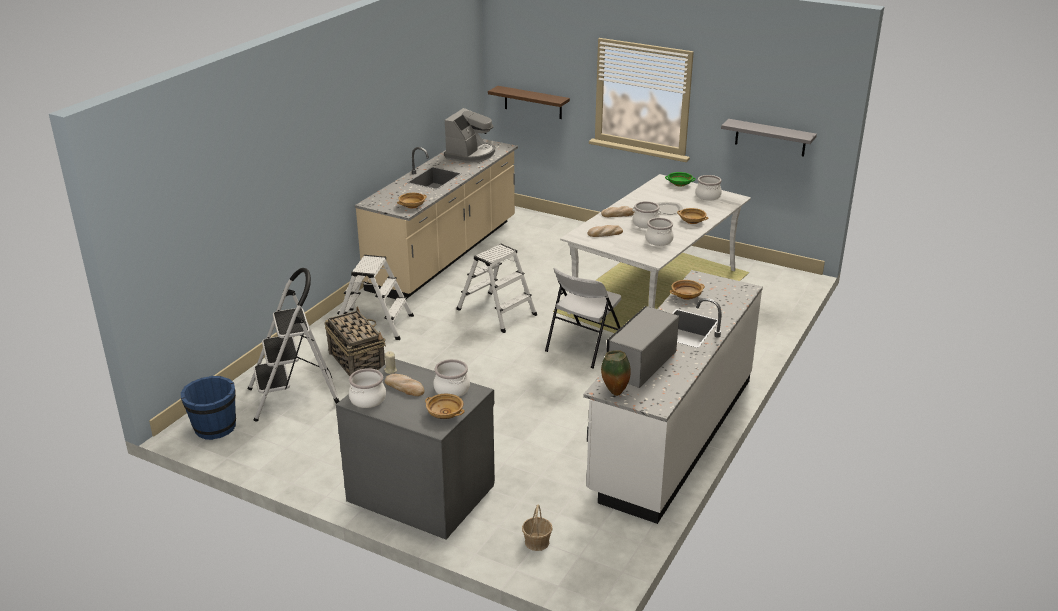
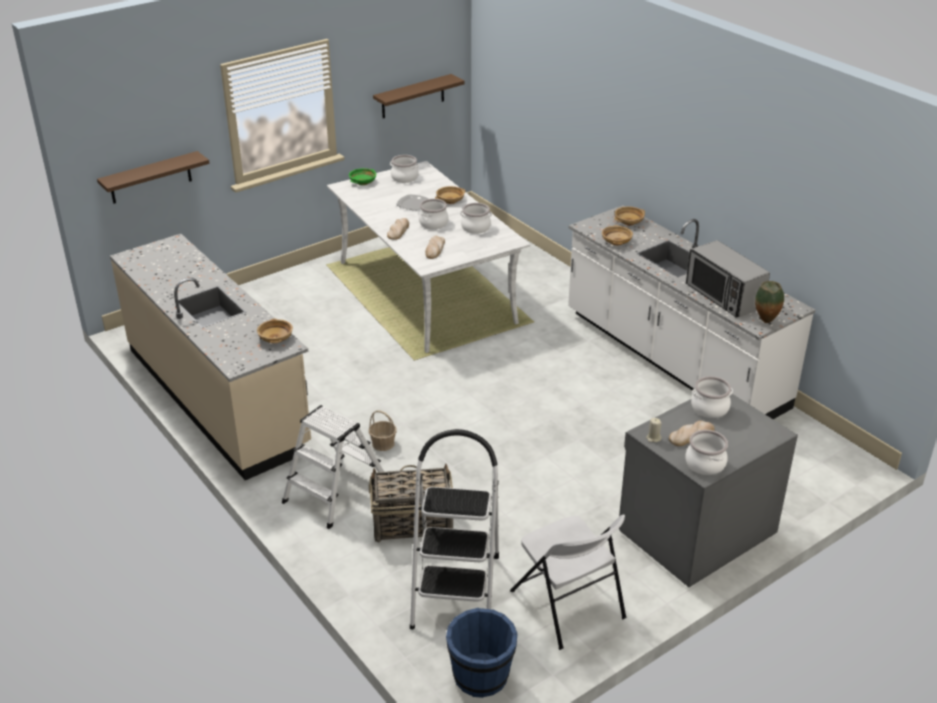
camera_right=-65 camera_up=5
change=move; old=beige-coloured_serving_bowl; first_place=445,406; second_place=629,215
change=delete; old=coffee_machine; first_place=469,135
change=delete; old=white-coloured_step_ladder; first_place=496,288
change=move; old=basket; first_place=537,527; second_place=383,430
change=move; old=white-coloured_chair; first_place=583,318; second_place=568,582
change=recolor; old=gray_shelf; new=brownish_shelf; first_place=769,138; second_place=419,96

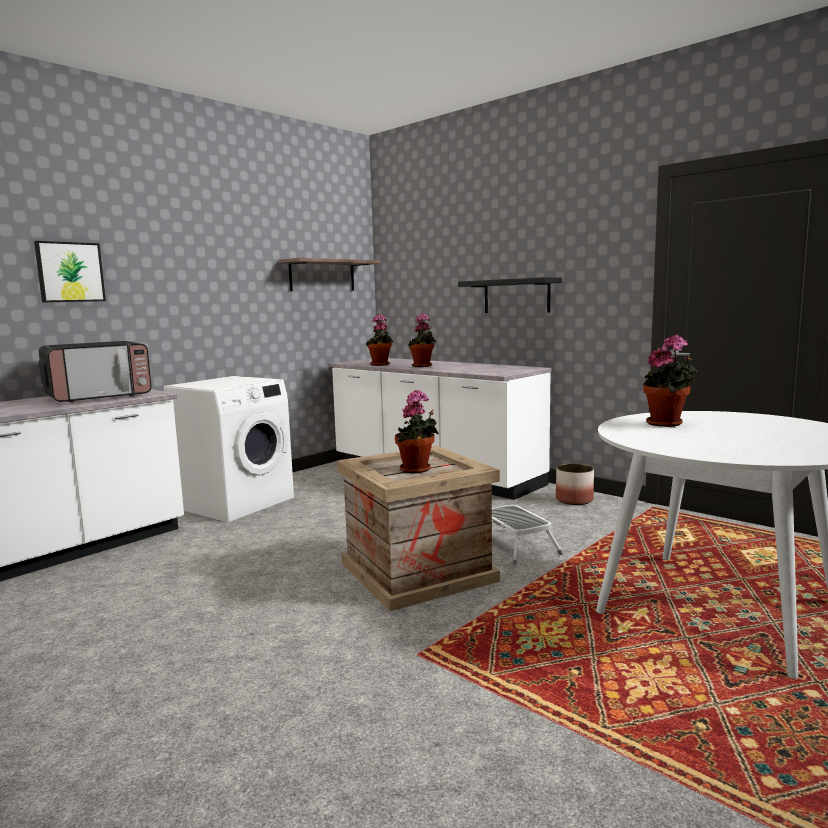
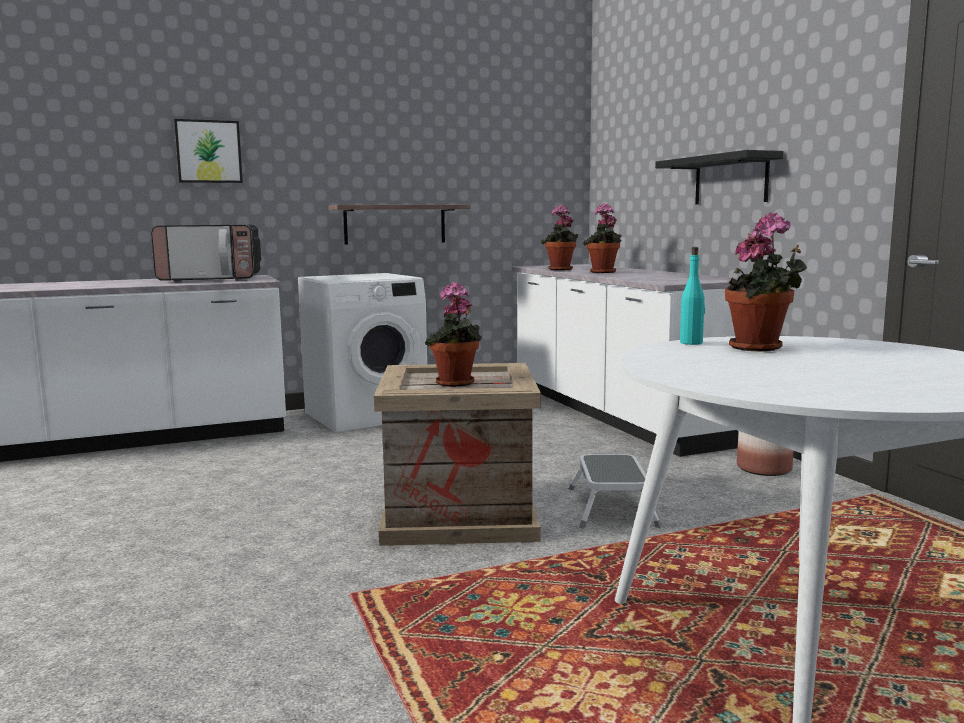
camera_right=25 camera_up=0
change=move; old=shelf; first_place=330,274; second_place=400,224
change=insert; new=turquoise_bottle; second_place=692,296

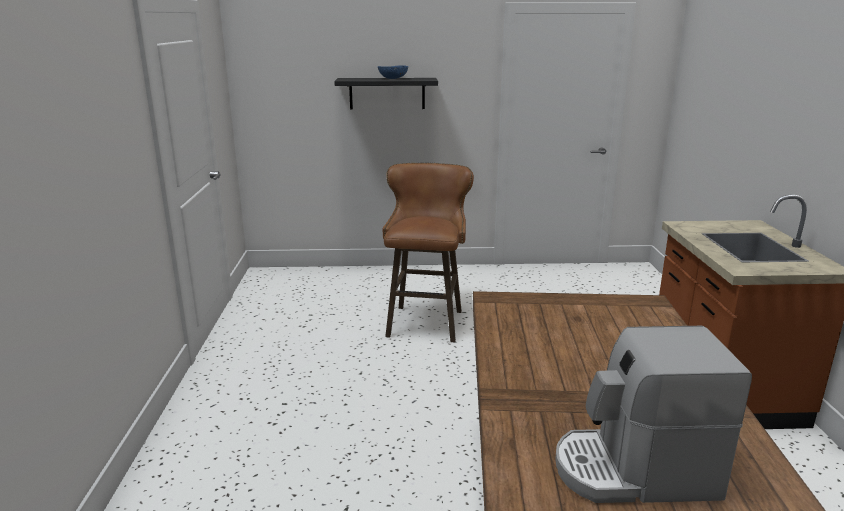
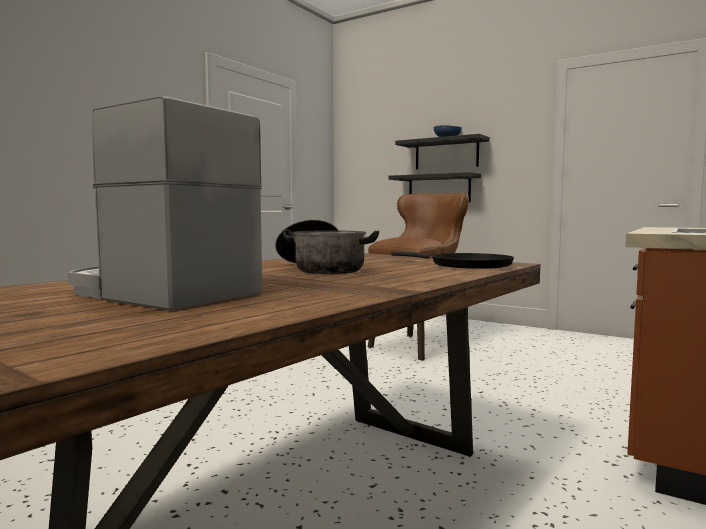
camera_right=35 camera_up=-15
change=insert; new=stockpot; second_place=327,246
change=insert; new=black-coloured_shelf; second_place=435,187
change=insert; new=black-coloured_skillet; second_place=452,260

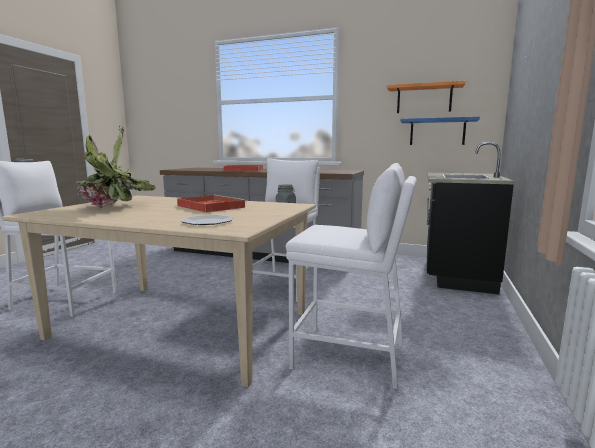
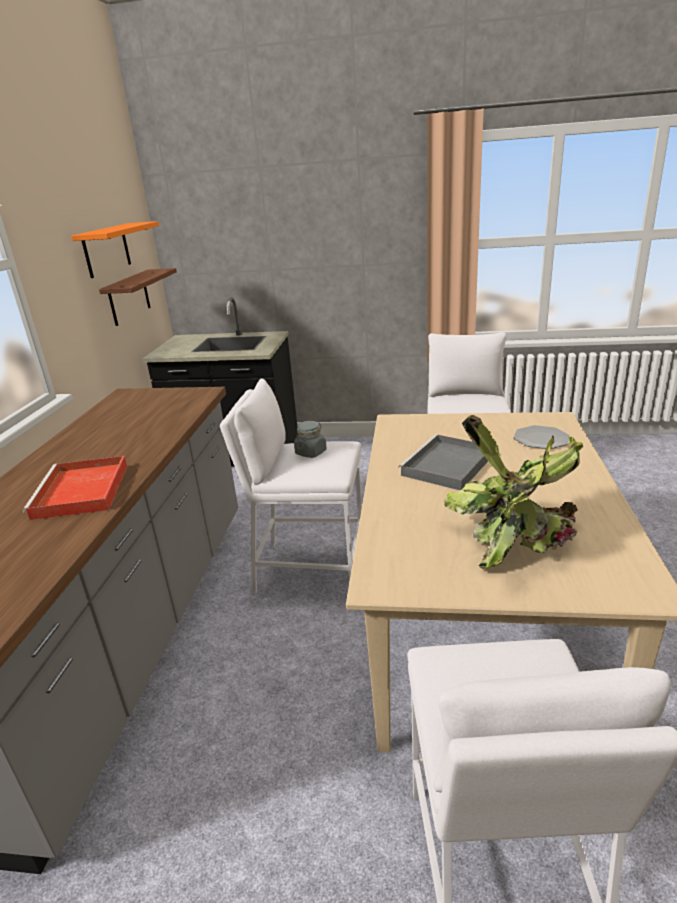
camera_right=-100 camera_up=15
change=recolor; old=reddish_serving_tray; new=gray_serving_tray; first_place=211,204; second_place=443,462
change=recolor; old=bluish_shelf; new=brownish_shelf; first_place=440,131; second_place=138,297

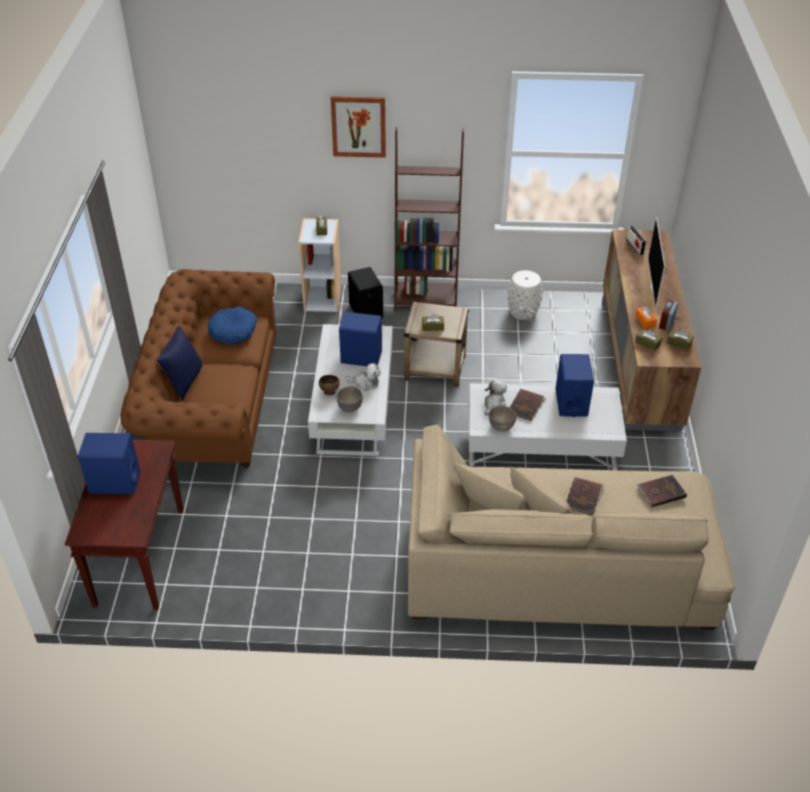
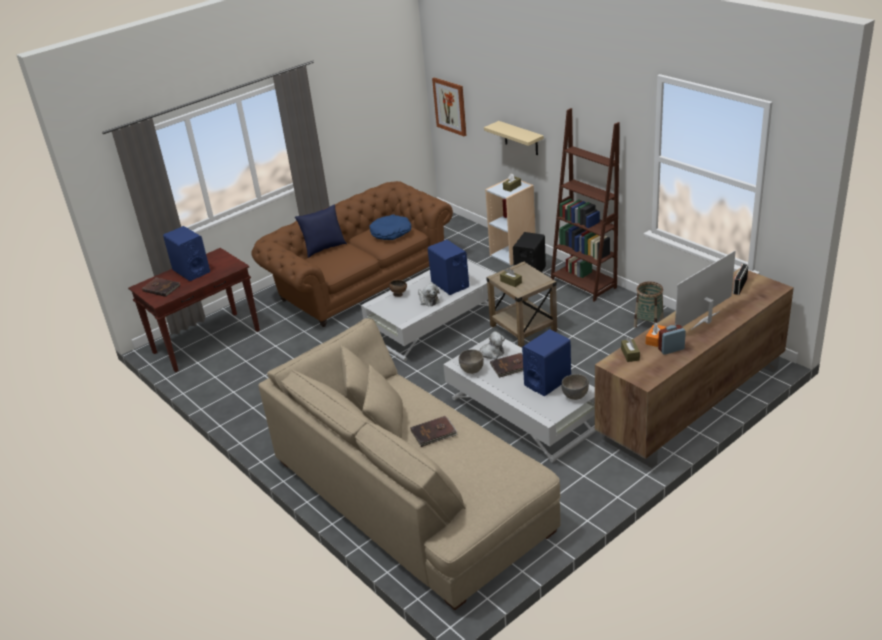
camera_right=50 camera_up=-10
change=move; old=wall_art; first_place=358,127; second_place=449,107
change=move; old=gray_serving_bowl; first_place=350,399; second_place=575,387
change=replace; old=white-coloured_sitting_stool; new=basket; first_place=525,295; second_place=648,305
change=move; old=brownish_volume; first_place=662,491; second_place=161,287
change=delete; old=brownish_tissue_box; first_place=680,339
change=insert; new=beige-coloured_shelf; second_place=514,138

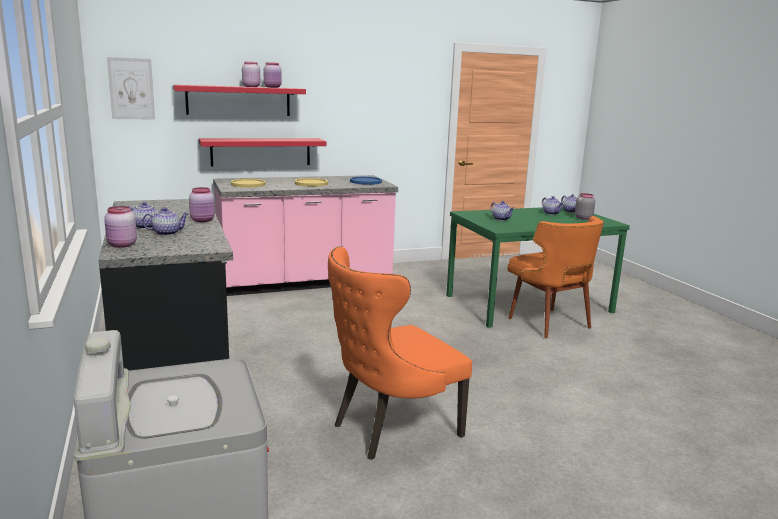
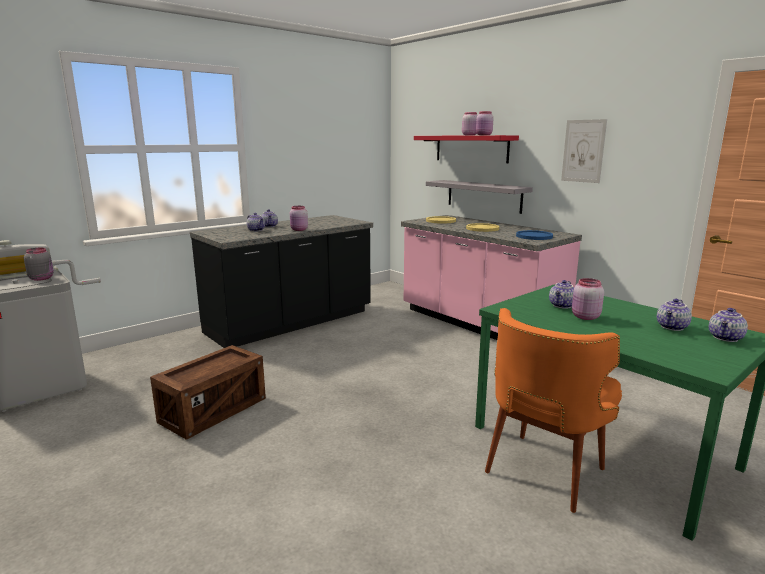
camera_right=70 camera_up=0
change=move; old=pink-coloured_storage_jar; first_place=120,227; second_place=588,299
change=move; old=wall_art; first_place=131,88; second_place=584,151
change=recolor; old=reddish_shelf; new=gray_shelf; first_place=262,152; second_place=479,197
change=replace; old=orange_chair; new=packing_crate; first_place=400,353; second_place=208,392
change=move; old=gray_storage_jar; first_place=585,206; second_place=39,264

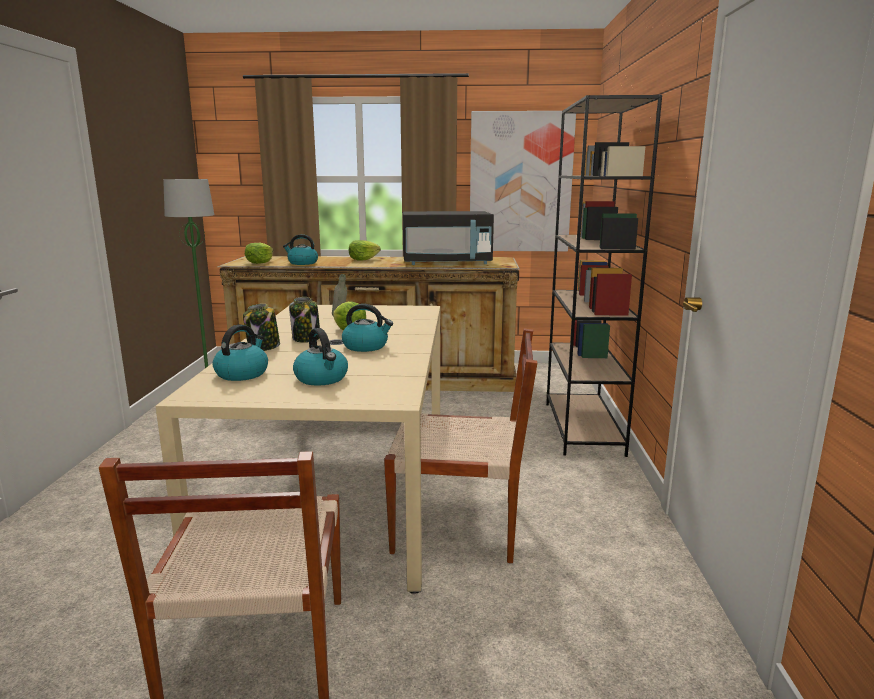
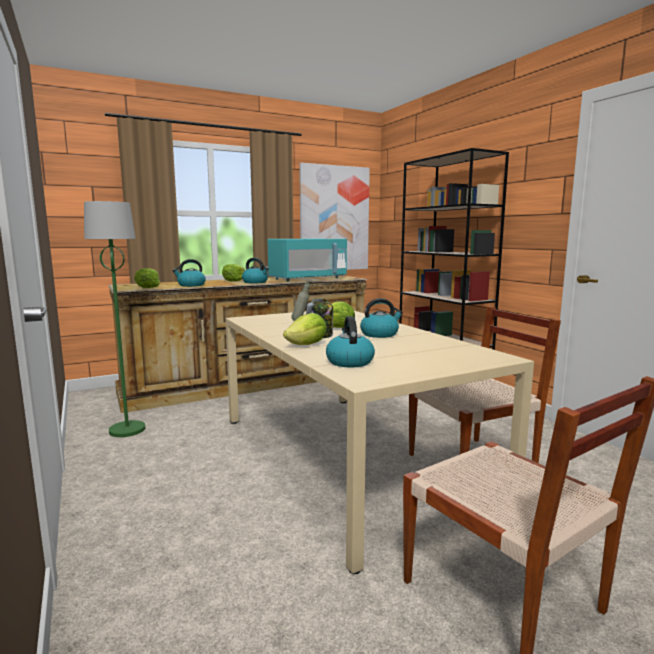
camera_right=-30 camera_up=-5
change=replace; old=storage_jar; new=lettuce_head; first_place=261,327; second_place=305,329
change=move; old=kettle; first_place=320,357; second_place=255,271
change=recolor; old=black-coloured_microwave; new=turquoise_microwave; first_place=448,238; second_place=307,260

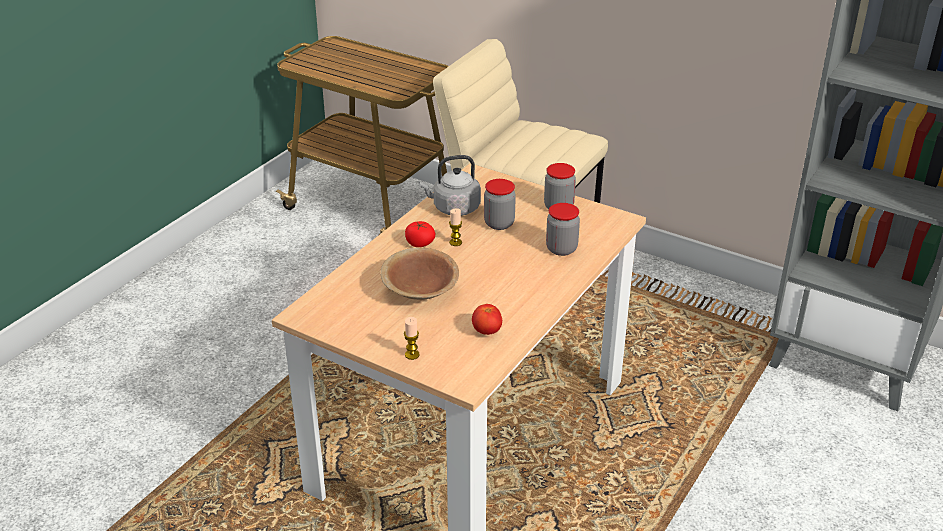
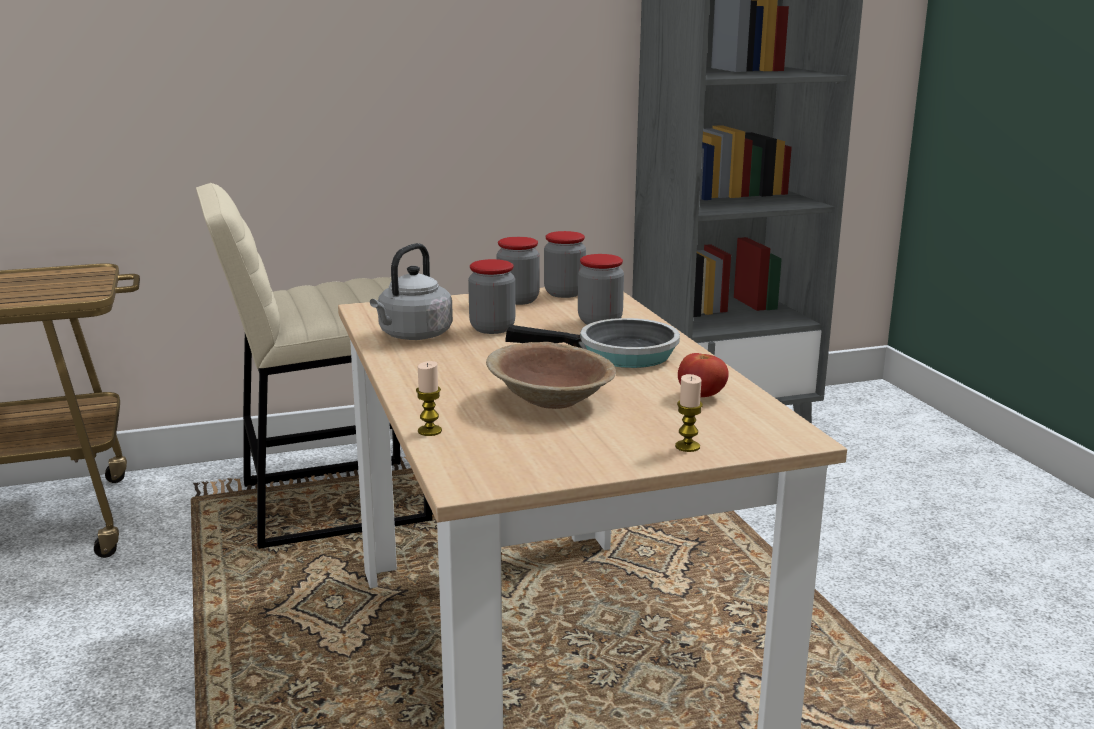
camera_right=-50 camera_up=-15
change=delete; old=whole_tomato; first_place=420,234
change=move; old=candle; first_place=455,227; second_place=429,398
change=insert; new=skillet; second_place=592,343
change=insert; new=storage_jar; second_place=565,264

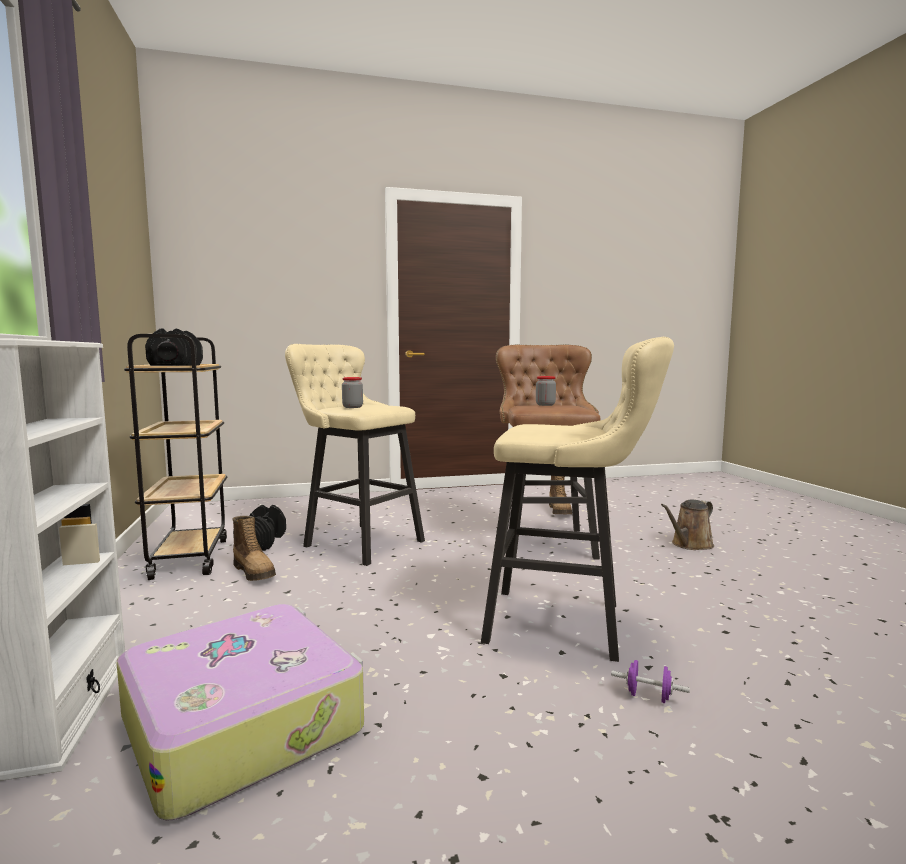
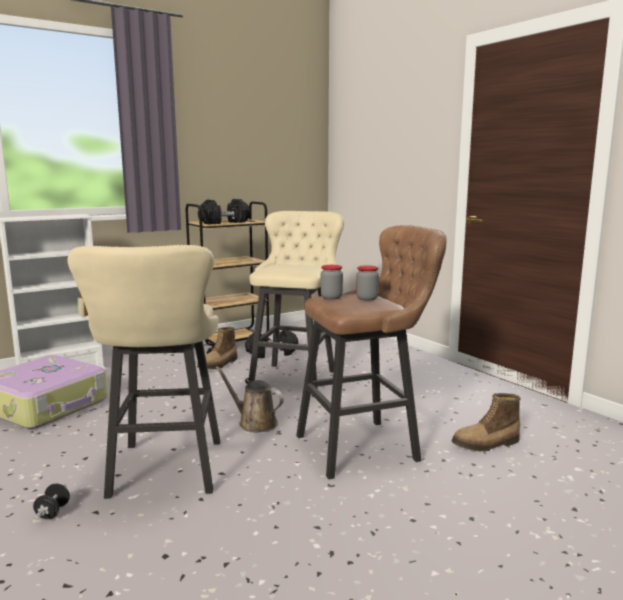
camera_right=70 camera_up=5
change=move; old=storage_jar; first_place=352,392; second_place=332,282
change=recolor; old=purplish_free_weight; new=black-coloured_free_weight; first_place=650,681; second_place=51,501
change=move; old=brownish_watering_can; first_place=687,525; second_place=249,399

